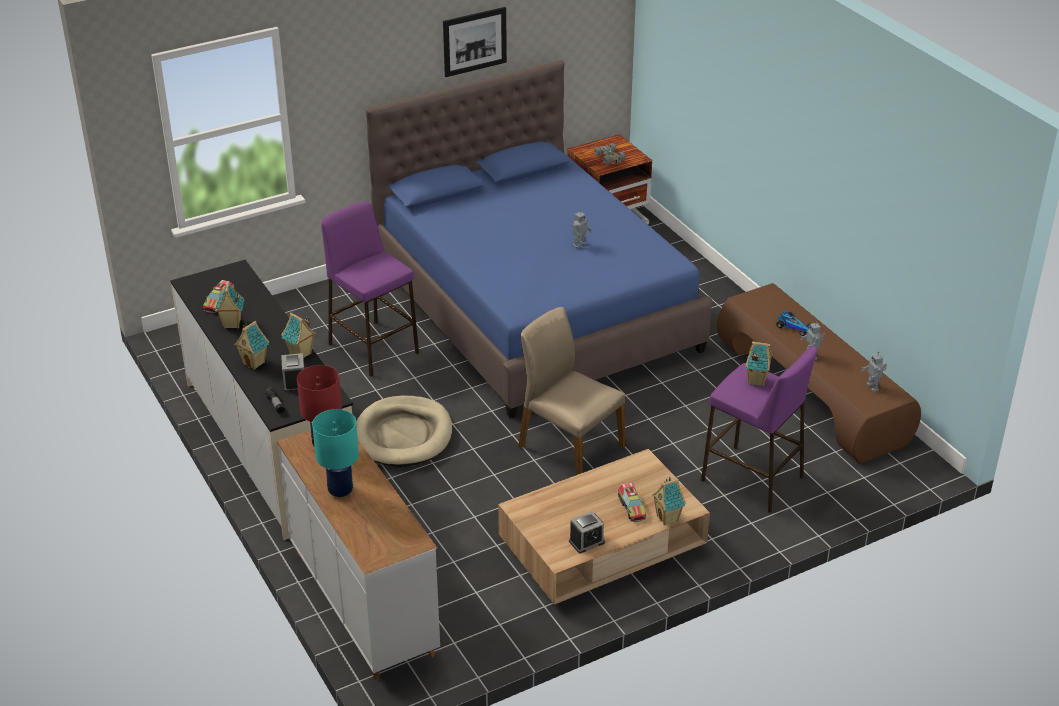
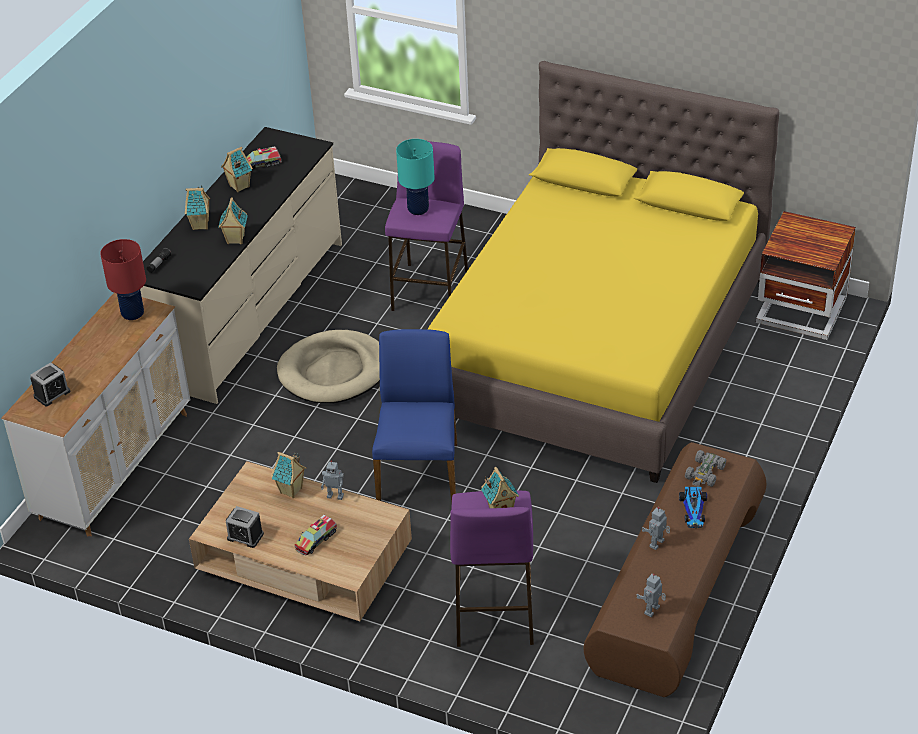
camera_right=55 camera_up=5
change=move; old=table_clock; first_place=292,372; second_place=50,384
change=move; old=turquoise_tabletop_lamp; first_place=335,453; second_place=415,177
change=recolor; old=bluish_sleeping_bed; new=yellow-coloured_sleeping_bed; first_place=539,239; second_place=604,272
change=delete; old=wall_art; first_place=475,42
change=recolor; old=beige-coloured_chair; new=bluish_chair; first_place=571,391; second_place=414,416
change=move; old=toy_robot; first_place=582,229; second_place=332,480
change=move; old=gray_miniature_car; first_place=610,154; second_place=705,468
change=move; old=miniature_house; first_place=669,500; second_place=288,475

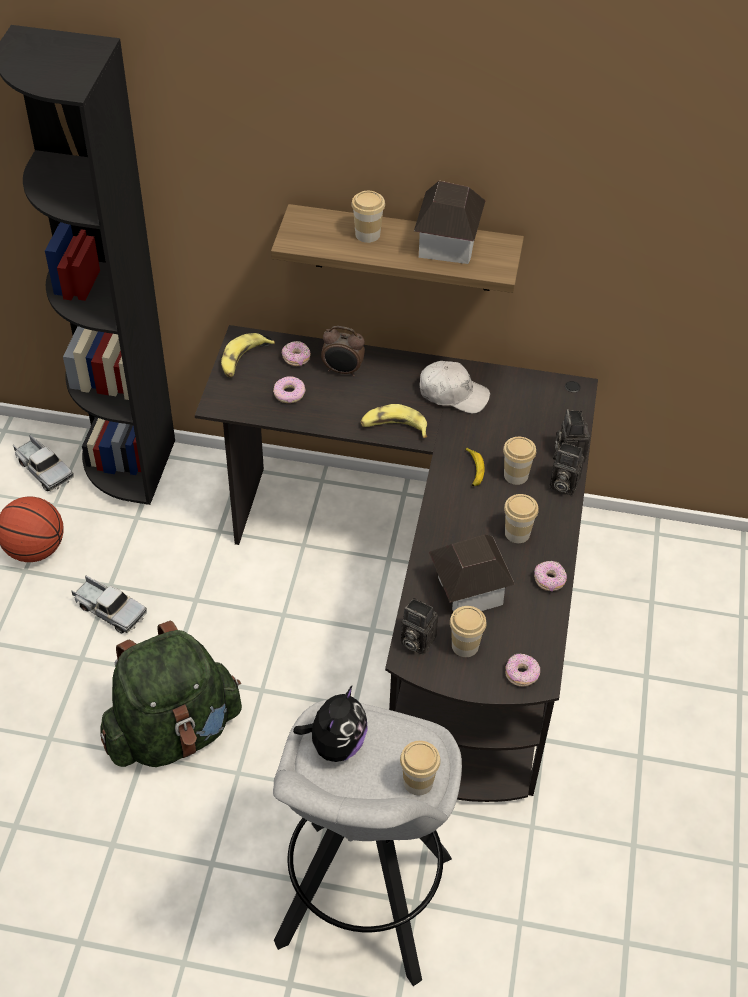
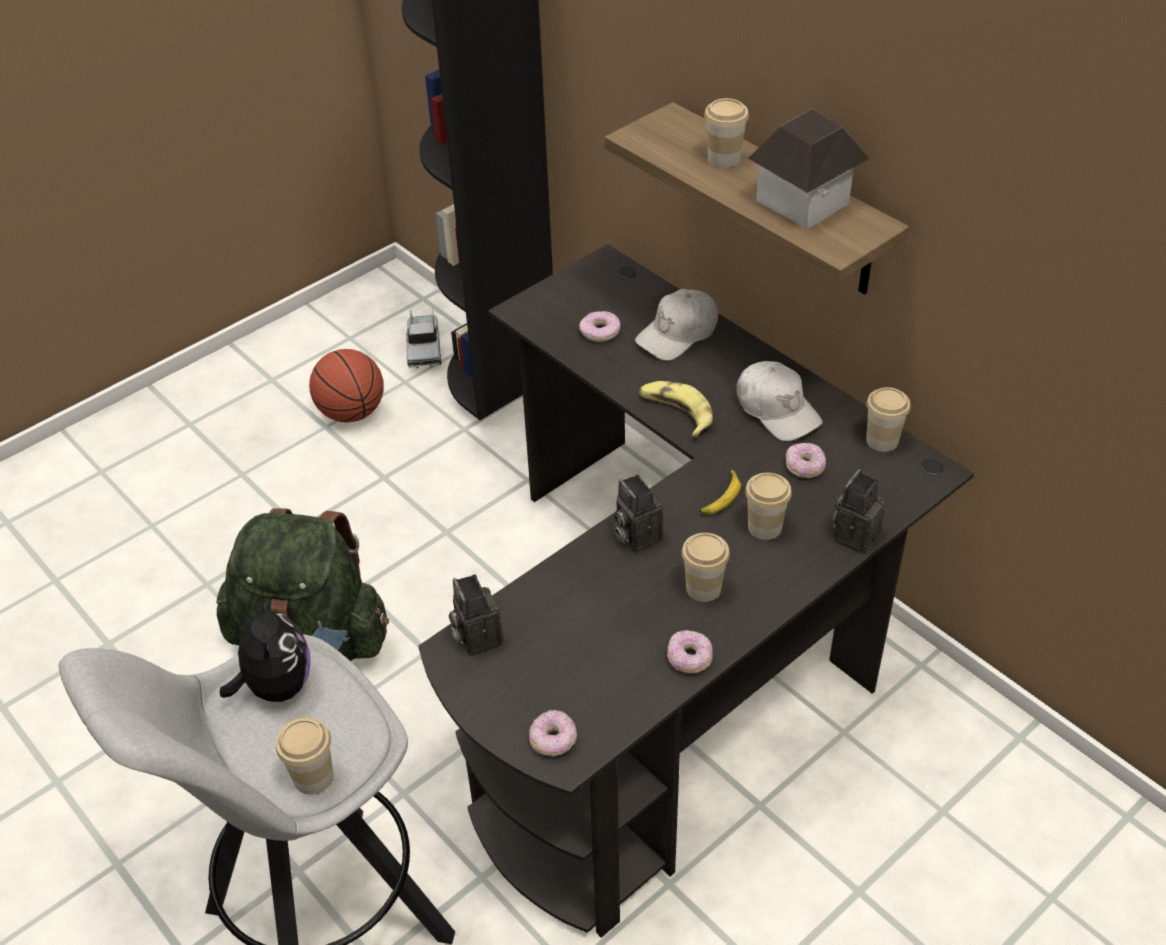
camera_right=40 camera_up=-5
change=delete; old=toy_lorry; first_place=109,604
change=delete; old=banana_fruit; first_place=248,355
change=move; old=donut; first_place=296,353; second_place=806,460
change=rotate; old=plush_toy; first_place=330,723; second_place=265,648; degrees=-75
change=replace; old=table_clock; new=white-coloured_baseball_cap; first_place=343,351; second_place=676,325
change=delete; old=miniature_house; first_place=472,573
change=move; old=cup; first_place=468,631; second_place=888,419
change=move; old=photo_camera; first_place=567,469; second_place=638,514

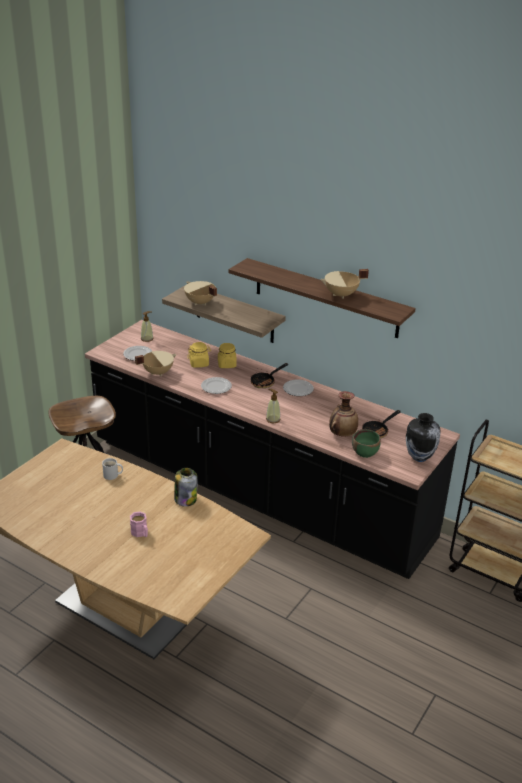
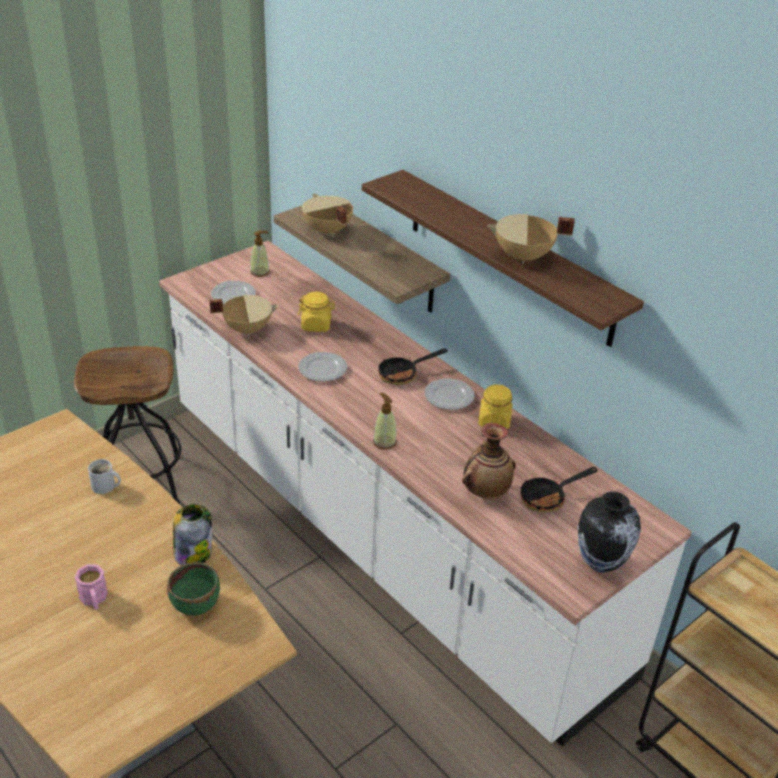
camera_right=15 camera_up=5
change=recolor; old=black-coloured_kitchen_base_unit; new=white-coloured_kitchen_base_unit; first_place=272,449; second_place=425,493
change=move; old=yellow-coloured_storage_jar; first_place=227,355; second_place=495,406
change=move; old=greenish_serving_bowl; first_place=366,443; second_place=193,589

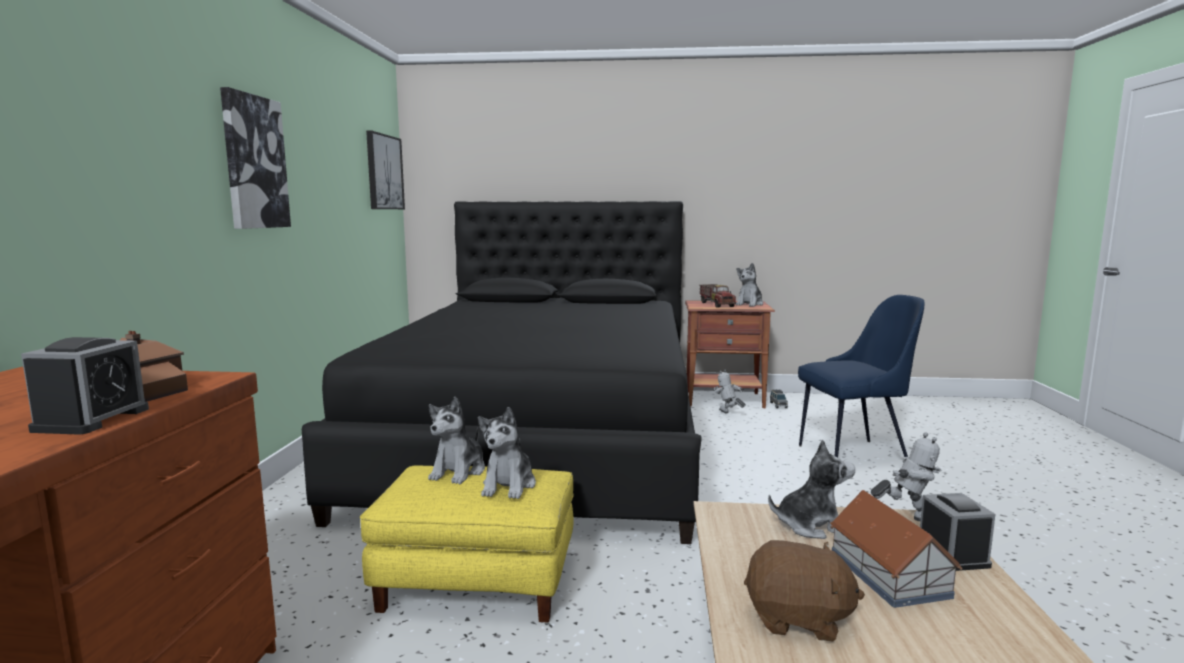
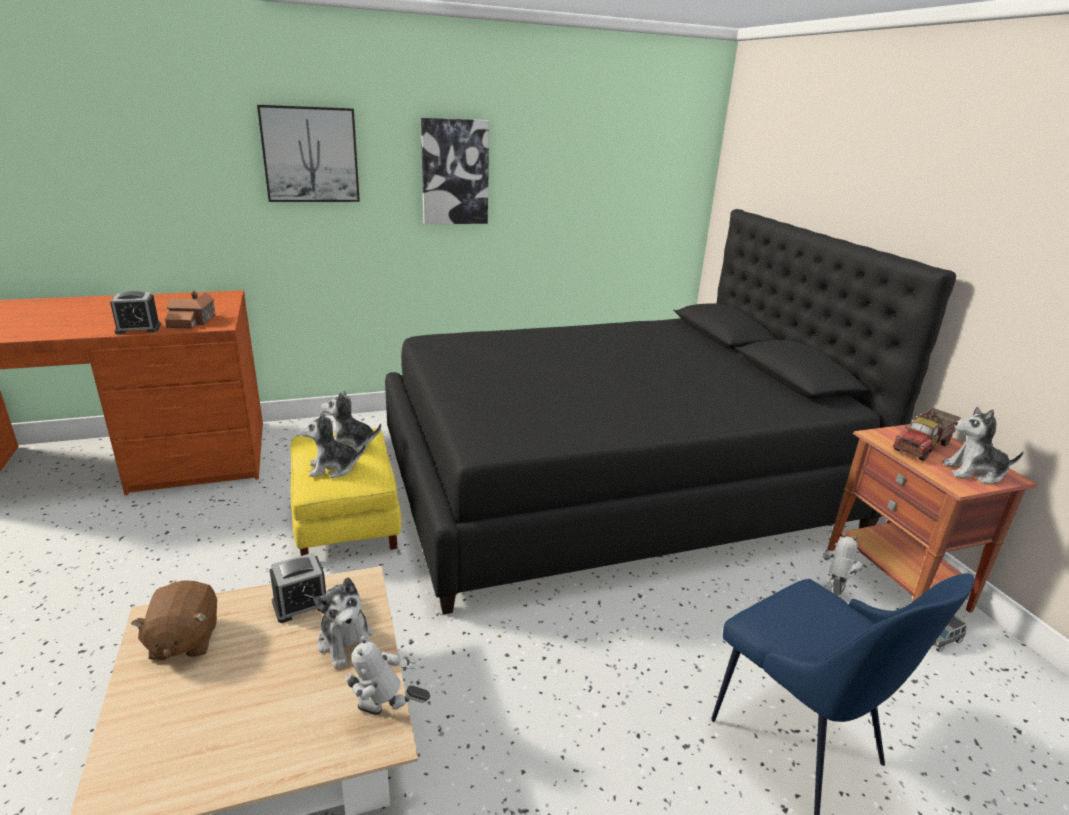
camera_right=65 camera_up=15
change=move; old=wall_art; first_place=385,170; second_place=308,153
change=delete; old=miniature_house; first_place=896,549
change=rotate; old=toy_robot; first_place=906,476; second_place=387,675; degrees=120
change=move; old=table_clock; first_place=957,532; second_place=297,588

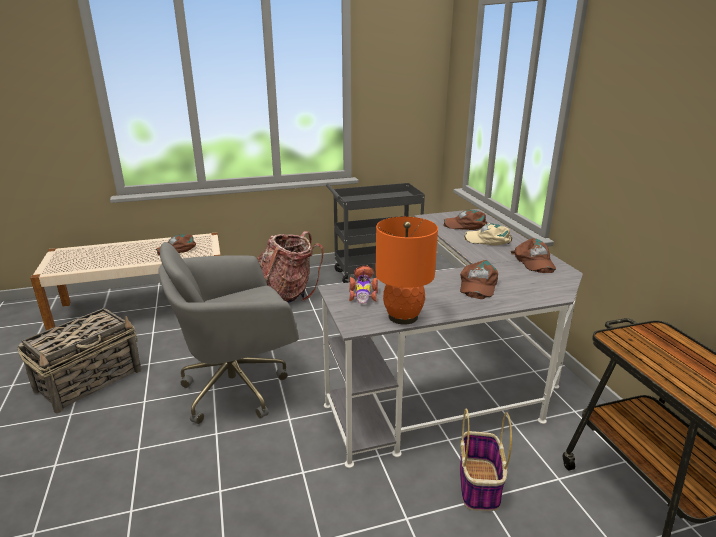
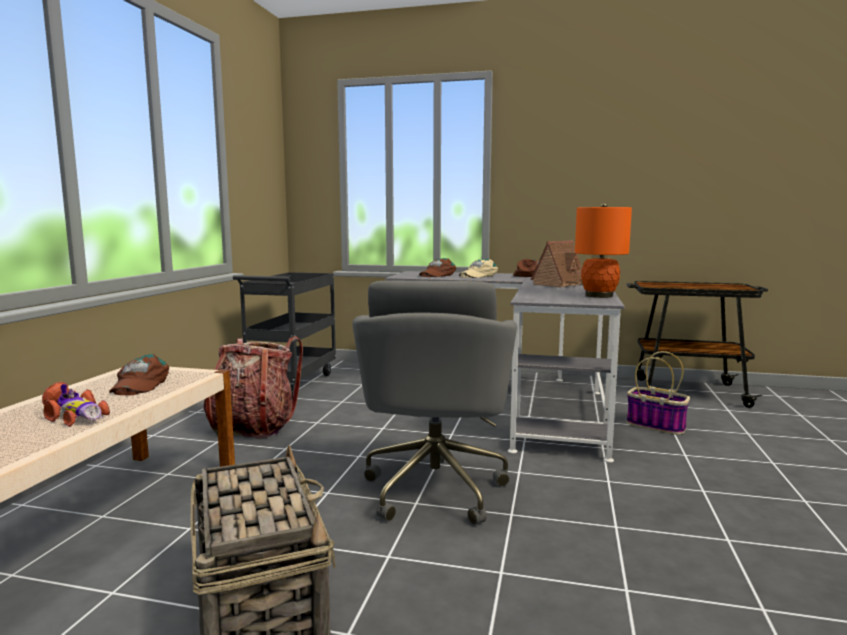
camera_right=-60 camera_up=-15
change=move; old=miniature_car; first_place=363,284; second_place=76,404
change=replace; old=brownish_baseball_cap; new=miniature_house; first_place=479,279; second_place=557,263

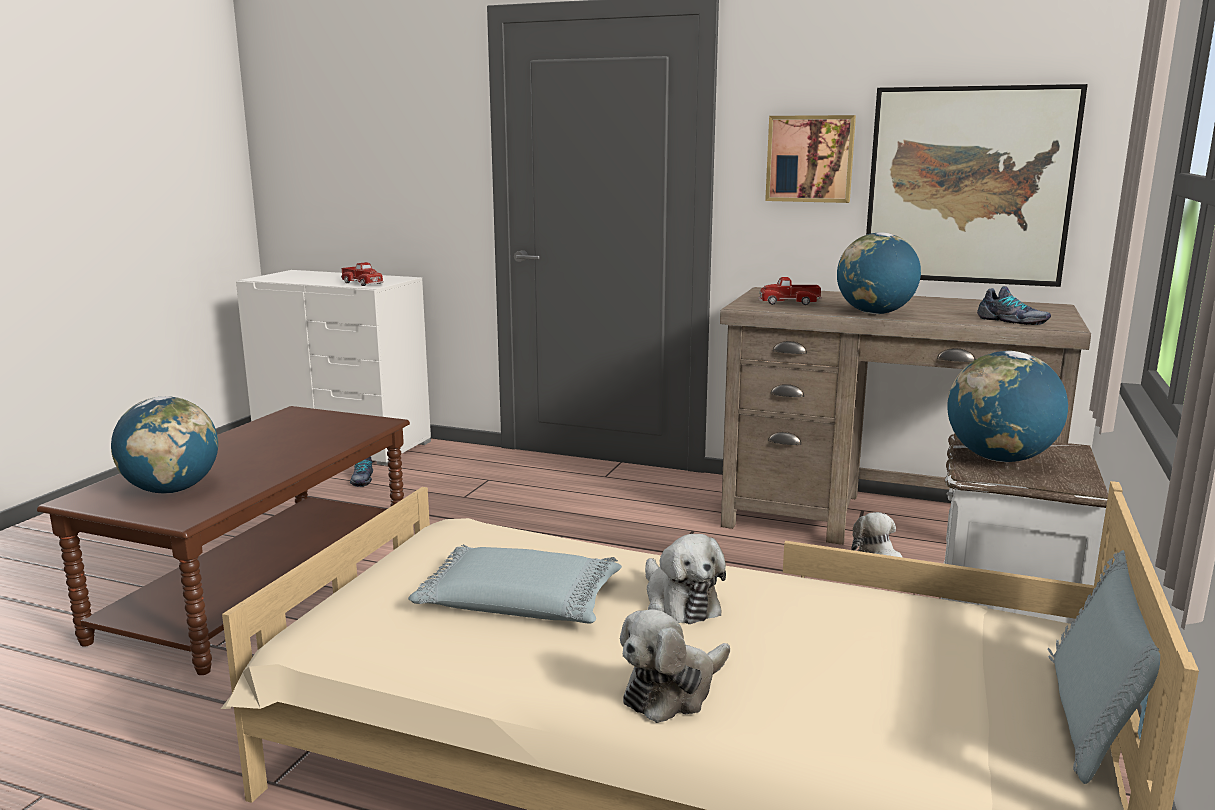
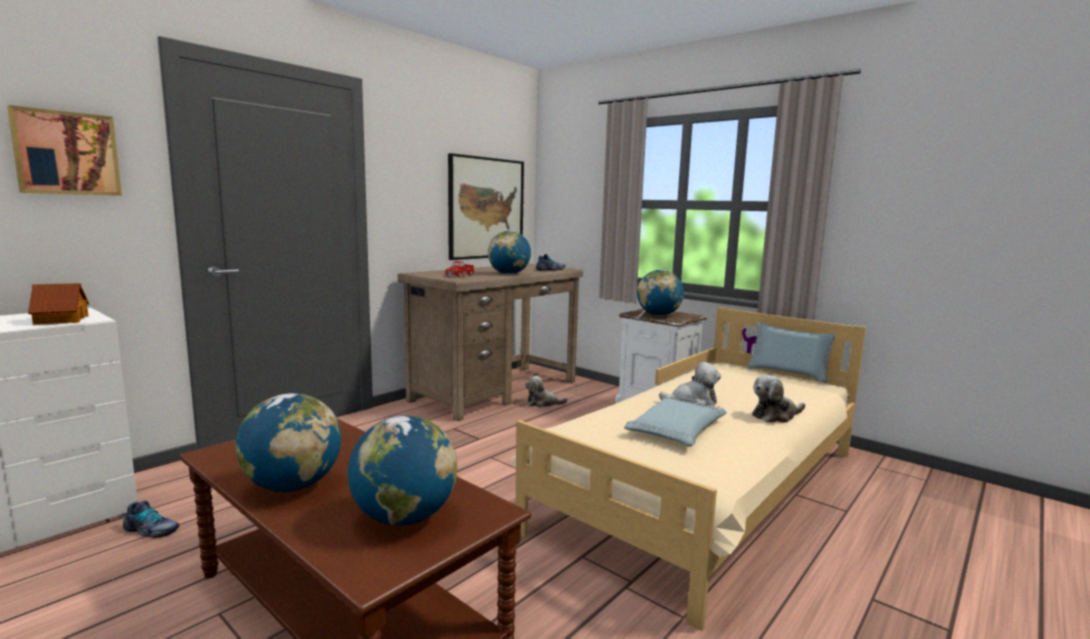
camera_right=-70 camera_up=-5
change=replace; old=toy_lorry; new=miniature_house; first_place=362,274; second_place=58,304
change=rotate; old=plush_toy; first_place=675,666; second_place=778,399; degrees=90
change=move; old=wall_art; first_place=810,159; second_place=64,150
change=insert; new=desk_globe; second_place=288,442

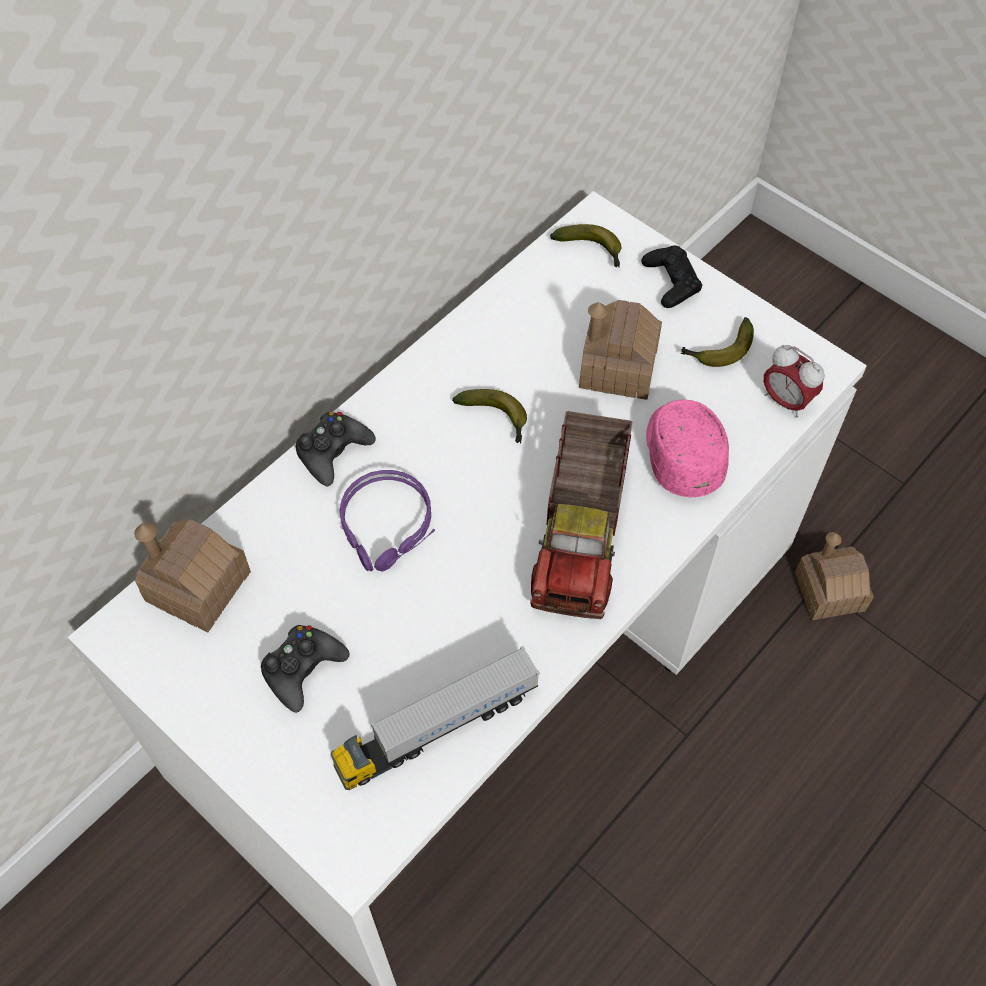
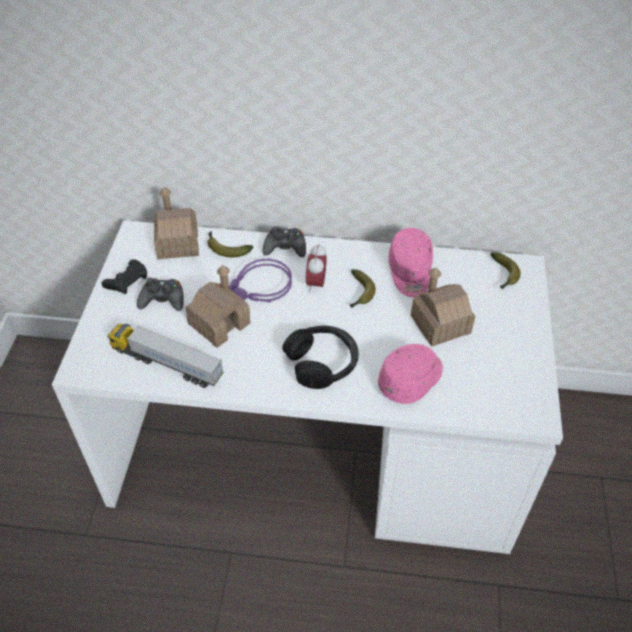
camera_right=55 camera_up=-10
change=replace; old=toy_lorry; new=black-coloured_headset; first_place=581,515; second_place=320,357
change=move; old=black-coloured_joypad; first_place=671,276; second_place=124,276
change=move; old=banana_fruit; first_place=717,342; second_place=230,244
change=move; old=table_clock; first_place=794,381; second_place=316,268
change=move; old=miniature_house; first_place=834,576; second_place=217,306
change=insert; new=pink-coloured_baseball_cap; second_place=411,262

